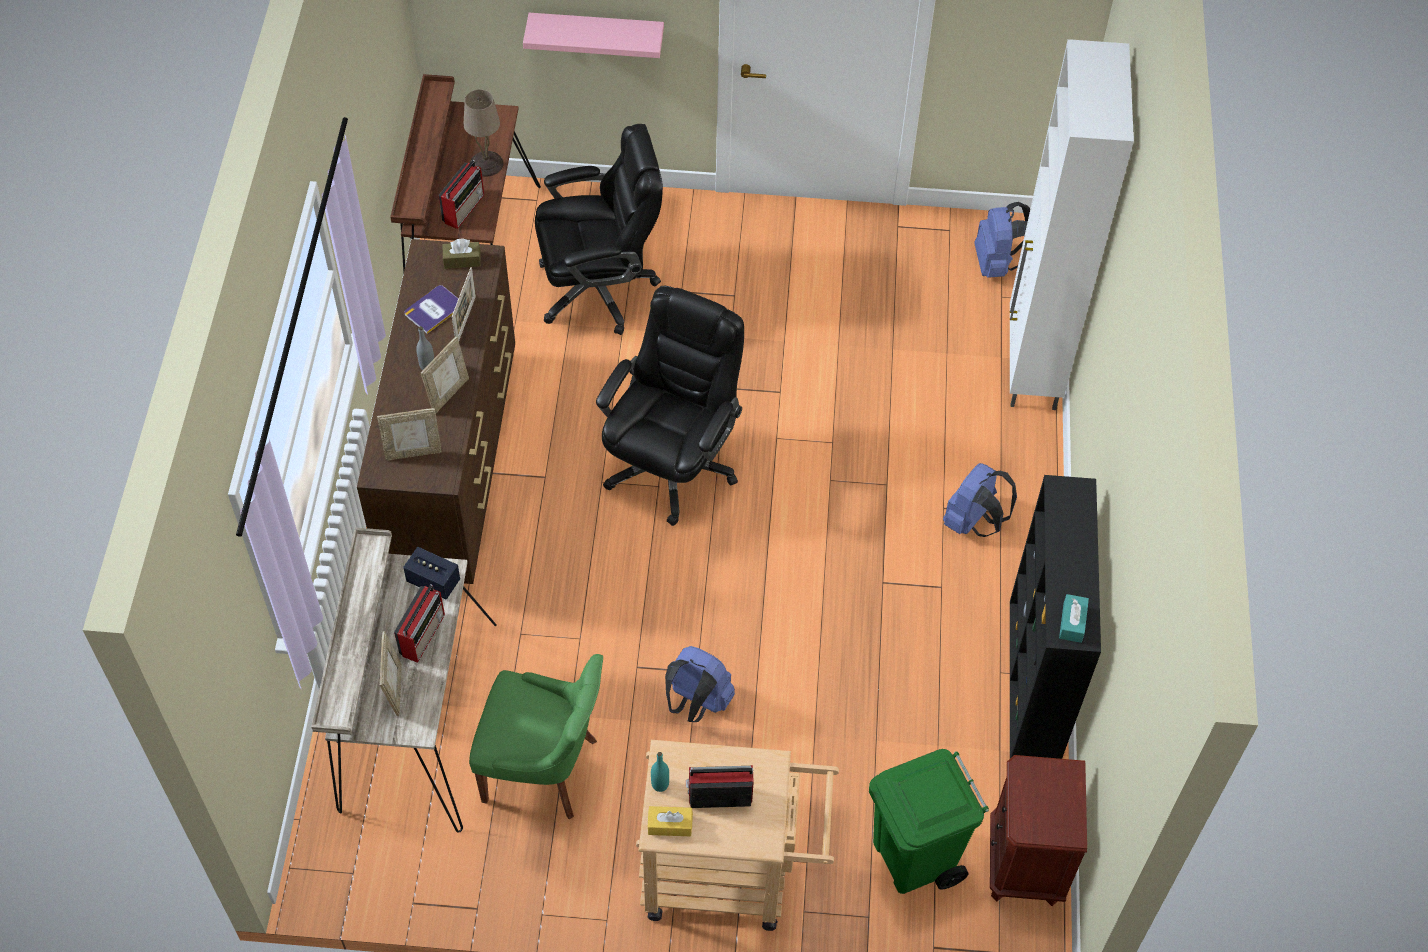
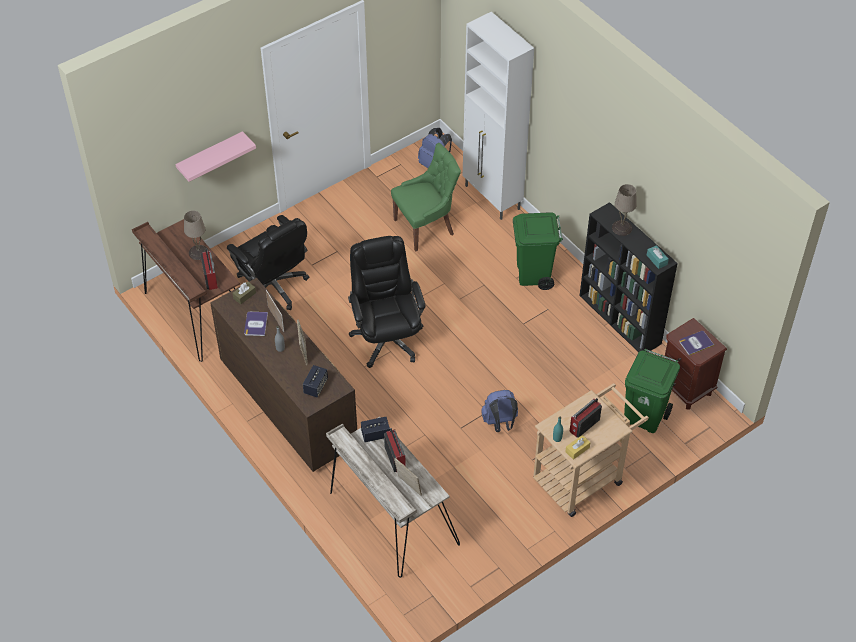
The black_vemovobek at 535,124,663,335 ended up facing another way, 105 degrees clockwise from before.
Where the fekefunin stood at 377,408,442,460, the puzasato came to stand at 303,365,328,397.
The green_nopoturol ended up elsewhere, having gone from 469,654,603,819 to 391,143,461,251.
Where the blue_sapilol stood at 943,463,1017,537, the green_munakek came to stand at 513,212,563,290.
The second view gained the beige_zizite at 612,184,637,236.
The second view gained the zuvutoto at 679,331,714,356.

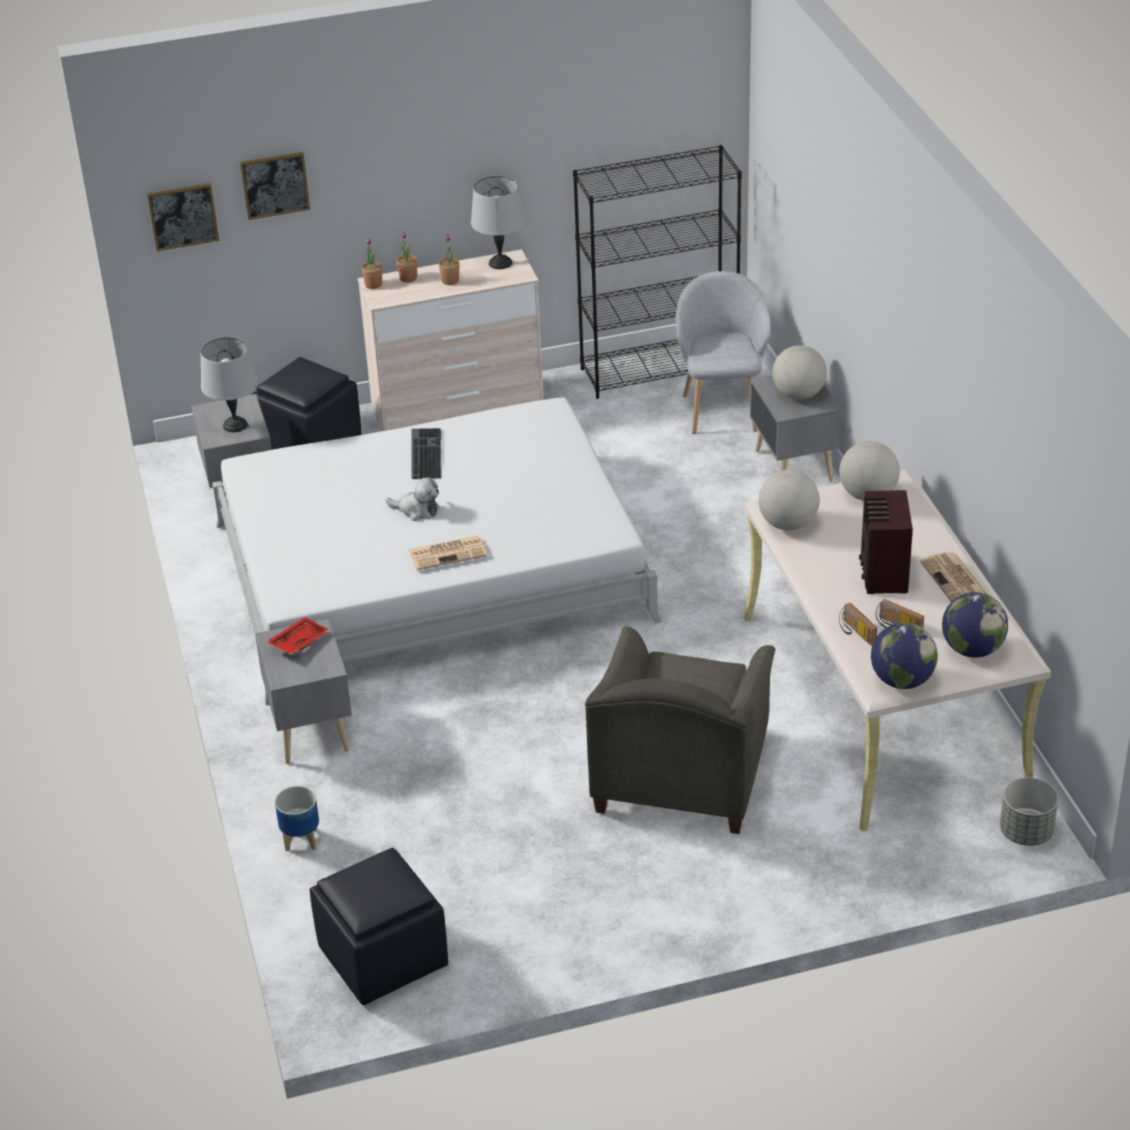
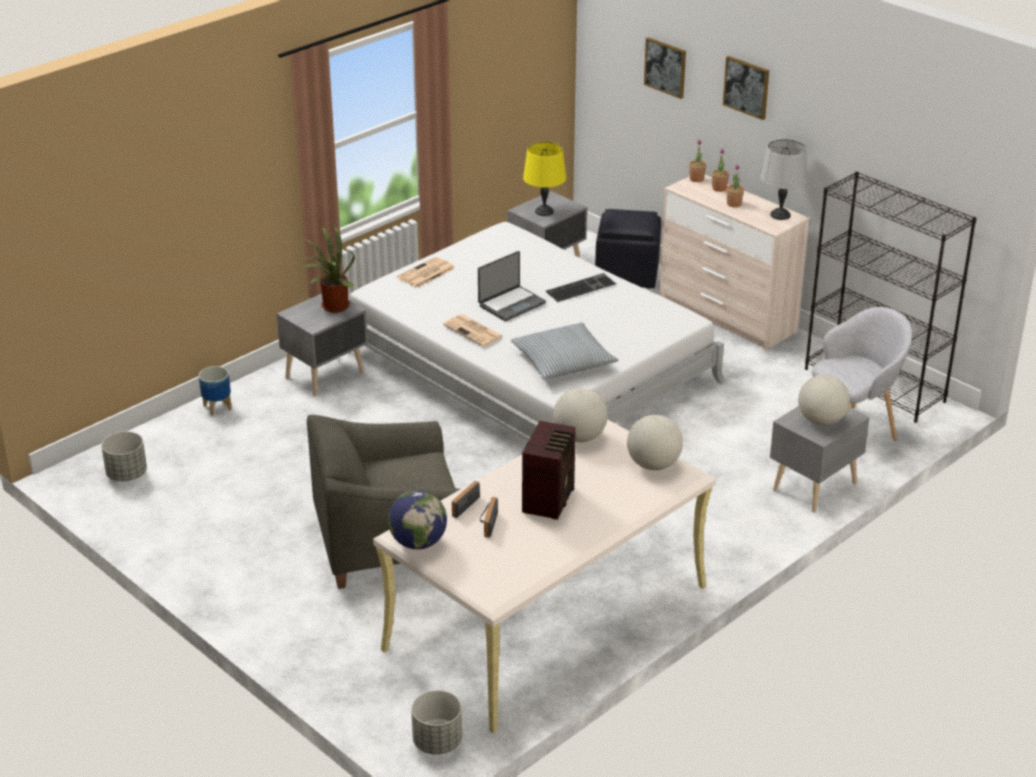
Where the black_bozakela stood at 310,848,448,1005, the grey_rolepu came to stand at 101,431,147,481.
Where the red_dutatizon stood at 266,617,330,654, the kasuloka came to stand at 302,225,355,313.
The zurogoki ended up elsewhere, having gone from 920,552,988,602 to 397,257,455,288.
Where the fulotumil stood at 386,477,439,521, the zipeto came to stand at 478,251,546,321.
The second view gained the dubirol at 510,322,619,379.
The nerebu at 859,490,913,594 ended up facing another way, 135 degrees clockwise from before.
What was the grey_zizite at 201,337,258,432 turned into the yellow_zizite at 523,141,566,216.
The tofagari ended up elsewhere, having gone from 147,183,219,251 to 723,56,769,120.
The second view lost the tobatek at 942,592,1008,658.

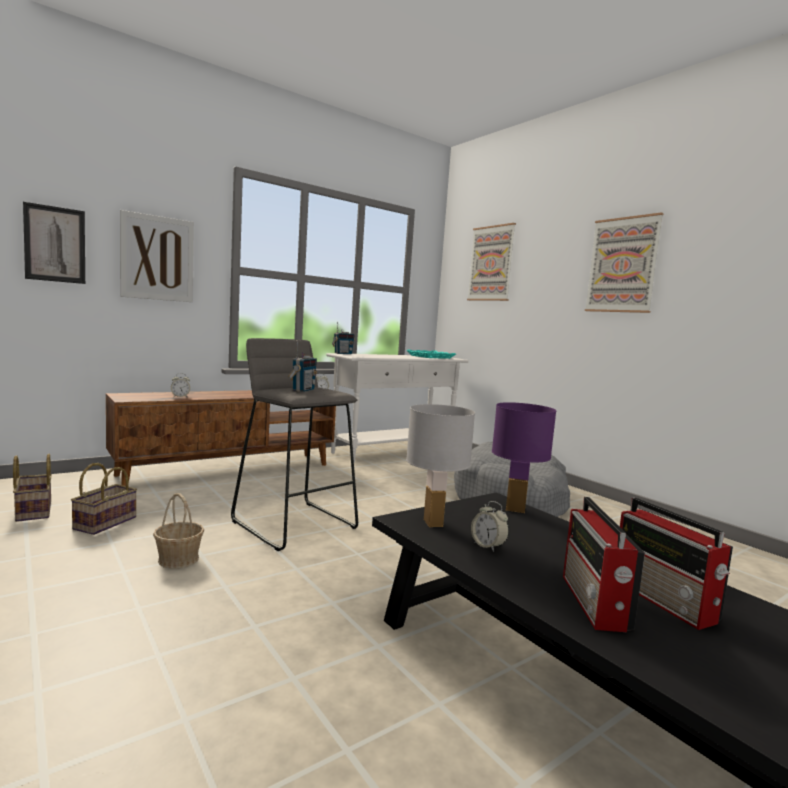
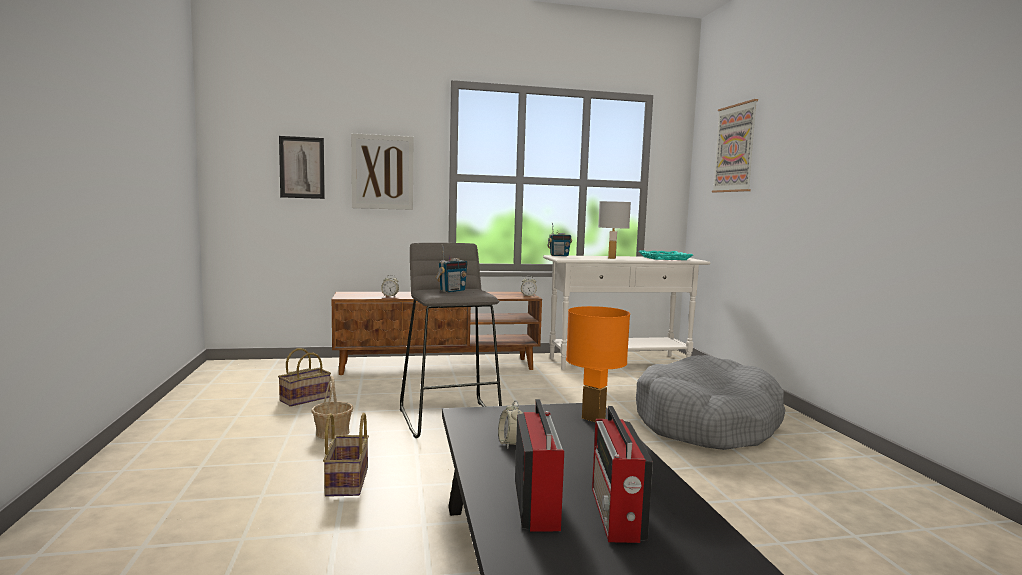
The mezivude ended up elsewhere, having gone from 13,454,52,522 to 323,413,369,497.
The nerebu at 563,497,645,632 ended up facing another way, 150 degrees clockwise from before.
What was the purple_zizite at 492,402,556,513 turned into the orange_zizite at 566,306,630,422.
The white_zizite ended up elsewhere, having gone from 406,404,475,527 to 598,201,631,259.
The second view lost the tofagari at 585,212,664,313.

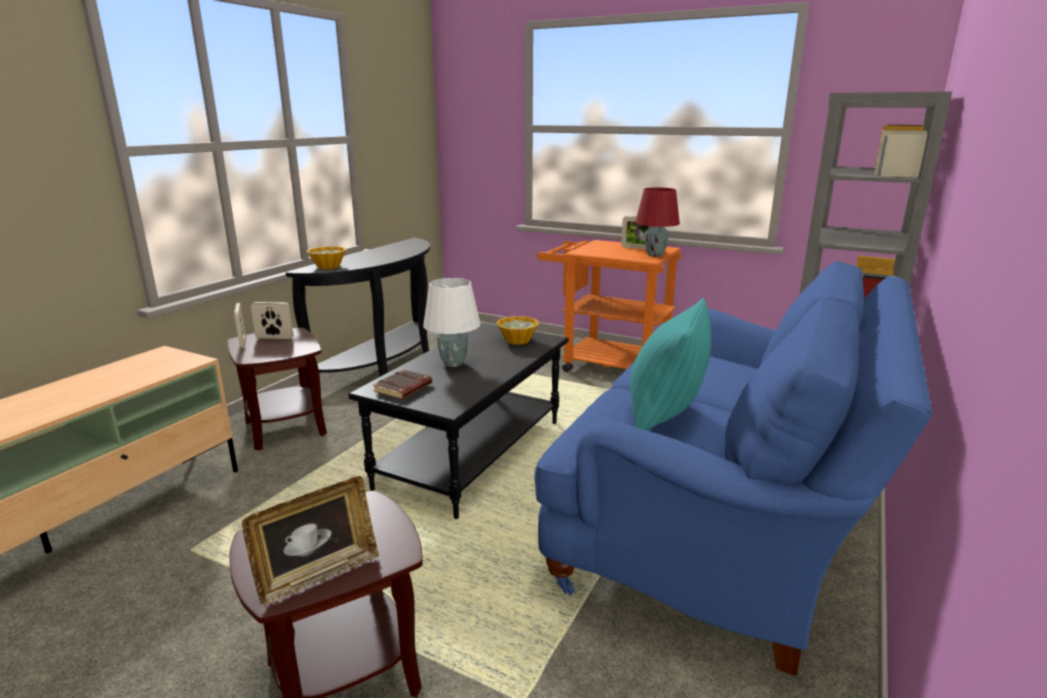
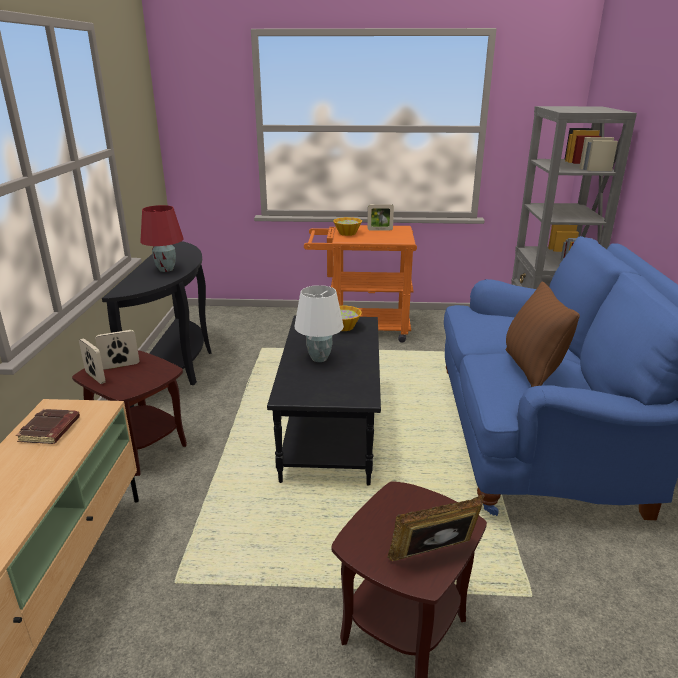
The brown_zuvutoto ended up elsewhere, having gone from 373,370,432,399 to 16,409,80,444.
The red_zizite ended up elsewhere, having gone from 635,188,680,257 to 140,205,184,272.
The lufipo ended up elsewhere, having gone from 307,246,346,269 to 333,217,362,236.
The fekefunin at 242,476,379,605 ended up facing another way, 135 degrees counterclockwise from before.
What was the turquoise_dubirol at 630,299,711,431 turned into the brown_dubirol at 506,281,580,387.

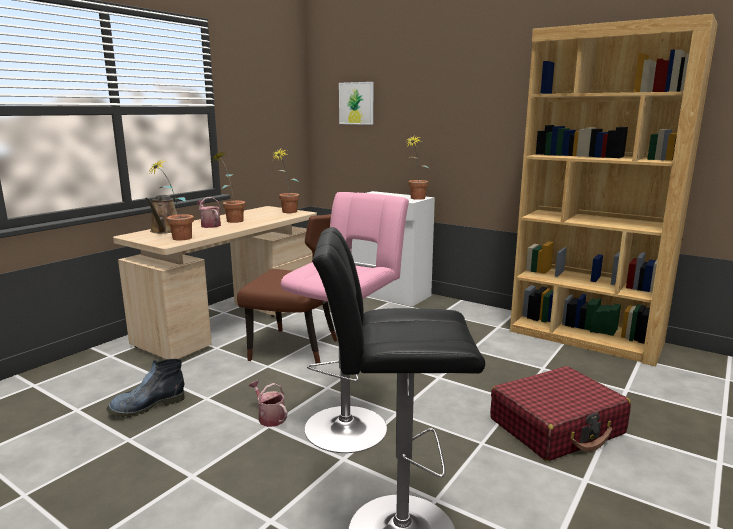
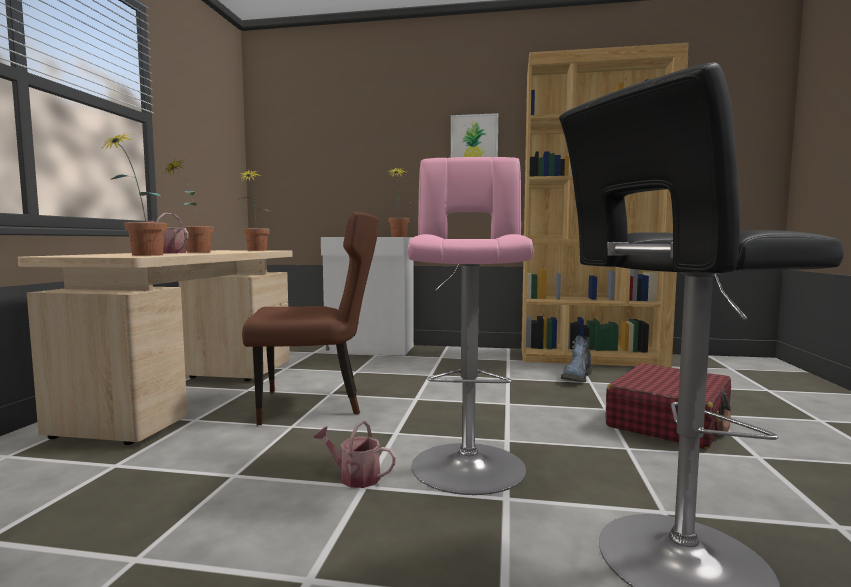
The tofagari ended up elsewhere, having gone from 339,82,373,125 to 451,113,498,158.
The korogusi ended up elsewhere, having gone from 106,359,185,417 to 561,336,591,383.
The second view lost the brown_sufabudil at 145,195,178,234.

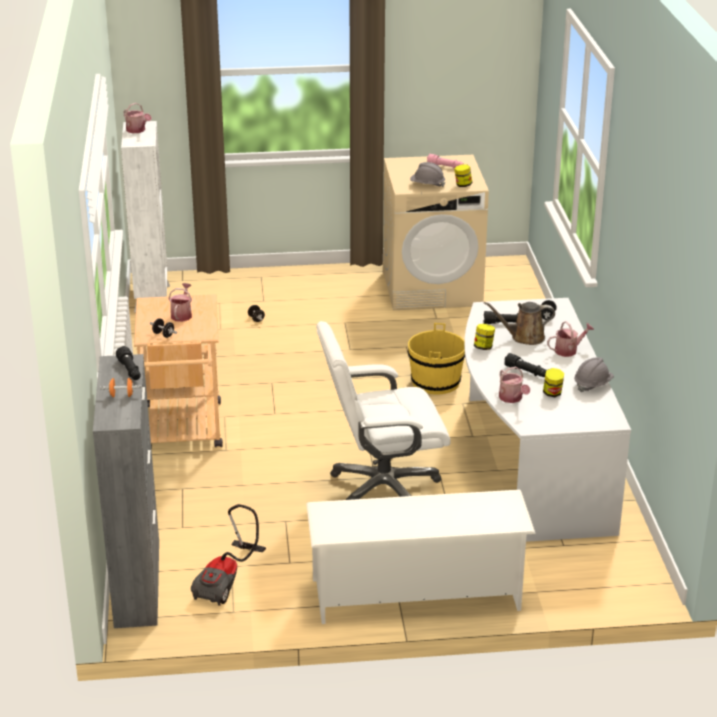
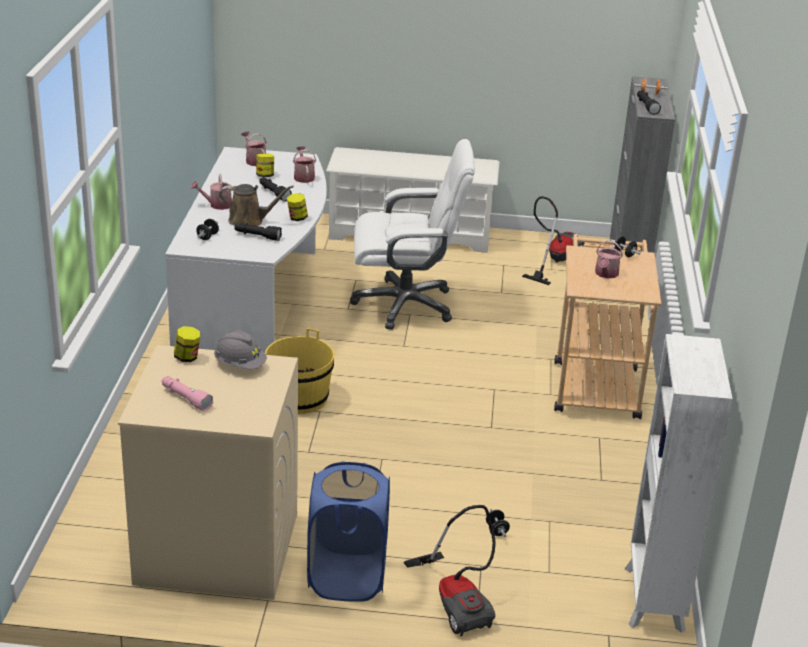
The sufabudil ended up elsewhere, having gone from 123,103,152,133 to 241,131,267,166.
The second view gained the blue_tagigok at 307,461,390,602.
The second view gained the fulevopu at 404,505,496,636.
The second view lost the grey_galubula at 574,357,614,392.

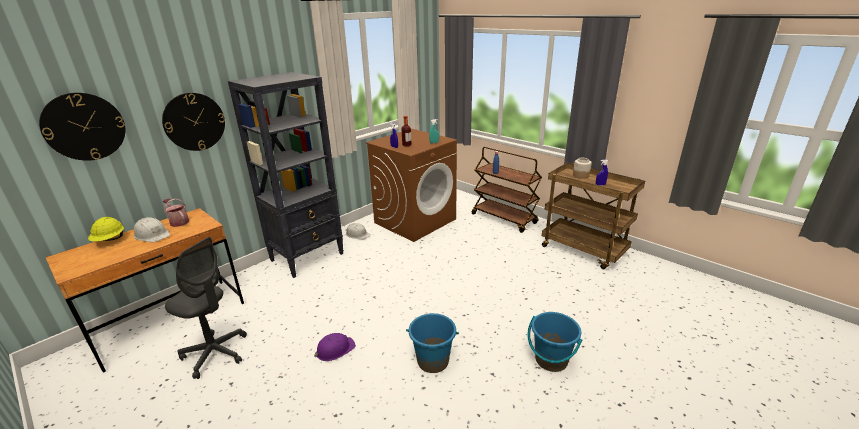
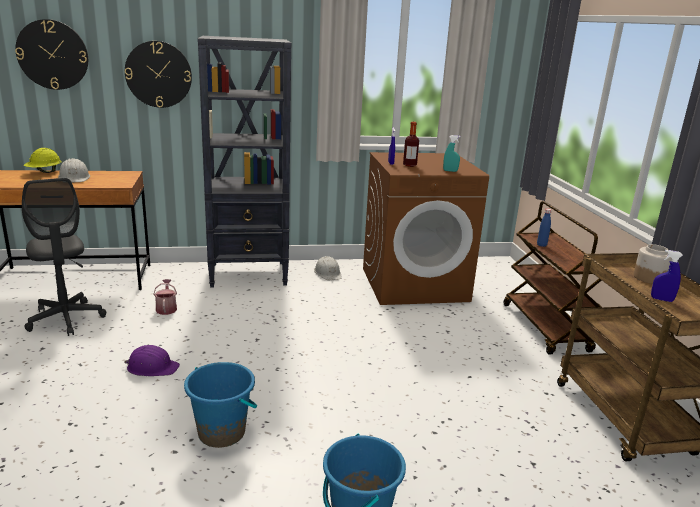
The sufabudil ended up elsewhere, having gone from 162,198,189,227 to 153,279,177,315.

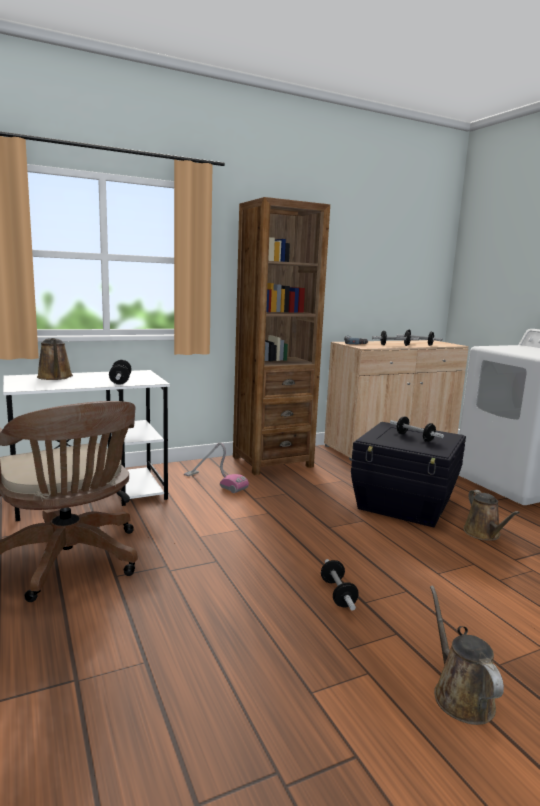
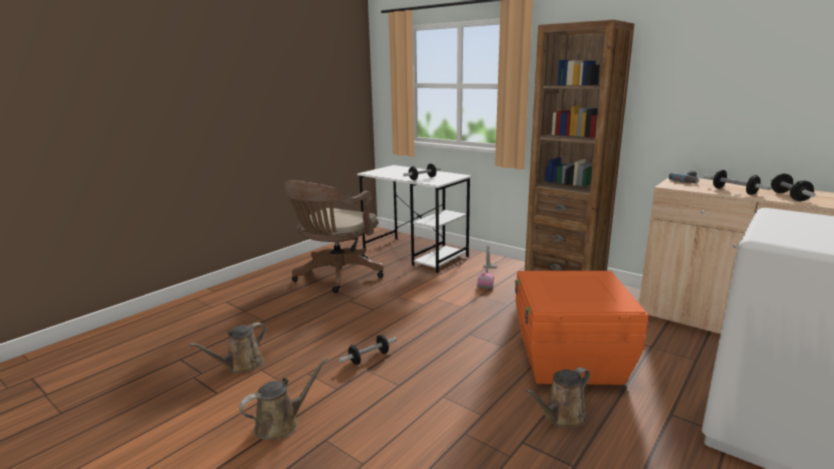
The brown_sufabudil ended up elsewhere, having gone from 37,338,73,380 to 190,322,266,373.
What was the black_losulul at 351,422,466,527 turned into the orange_losulul at 515,271,649,385.
The second view lost the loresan at 390,416,444,442.

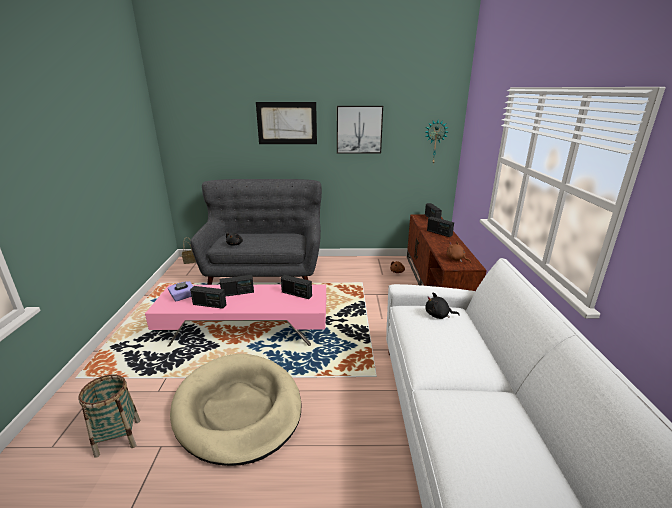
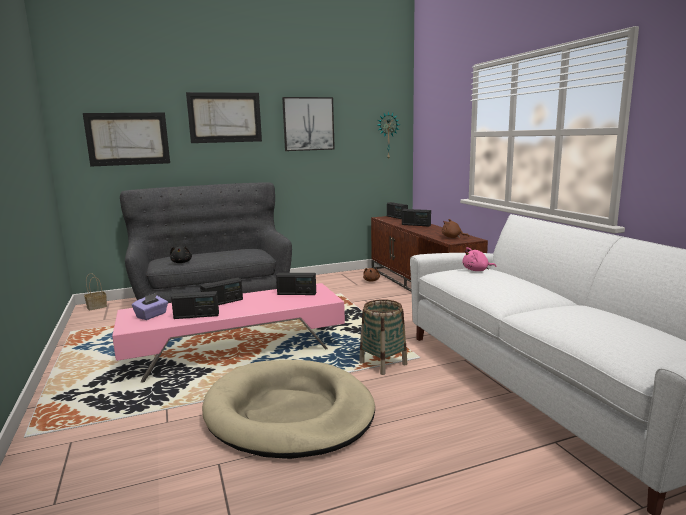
The second view gained the tofagari at 83,113,170,167.
The mezivude ended up elsewhere, having gone from 78,374,141,458 to 359,299,407,375.
What was the black_fulotumil at 425,293,460,319 turned into the pink_fulotumil at 462,247,496,271.

